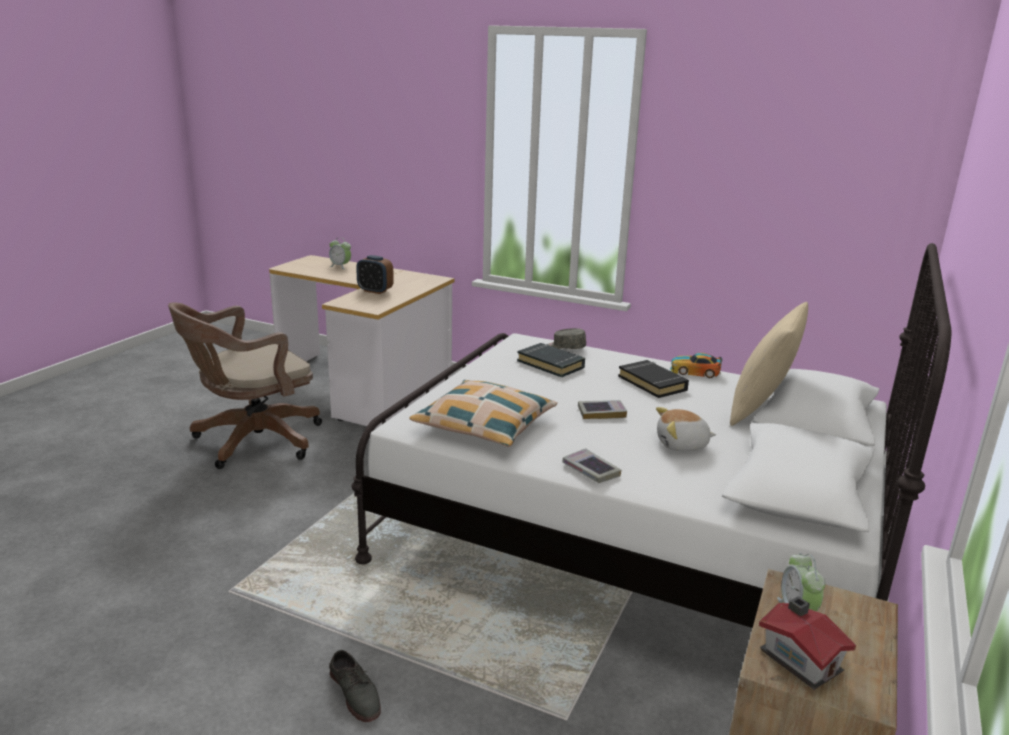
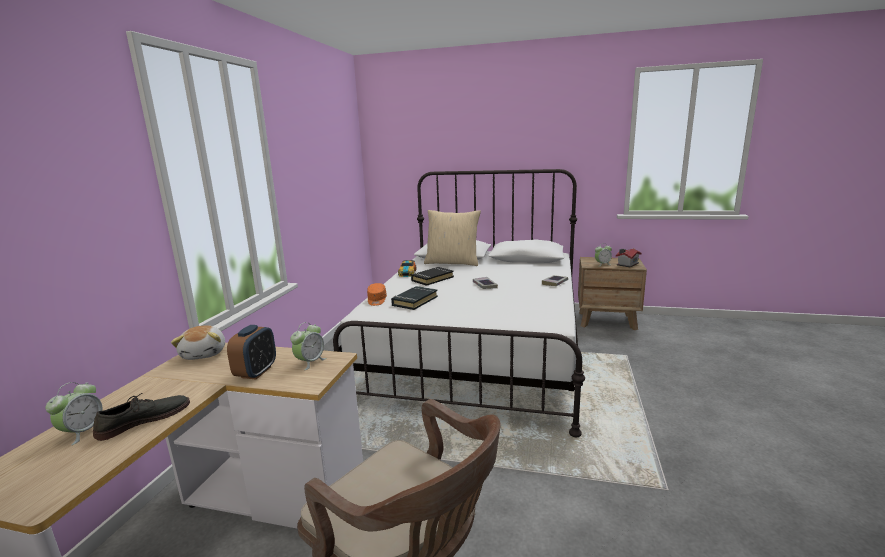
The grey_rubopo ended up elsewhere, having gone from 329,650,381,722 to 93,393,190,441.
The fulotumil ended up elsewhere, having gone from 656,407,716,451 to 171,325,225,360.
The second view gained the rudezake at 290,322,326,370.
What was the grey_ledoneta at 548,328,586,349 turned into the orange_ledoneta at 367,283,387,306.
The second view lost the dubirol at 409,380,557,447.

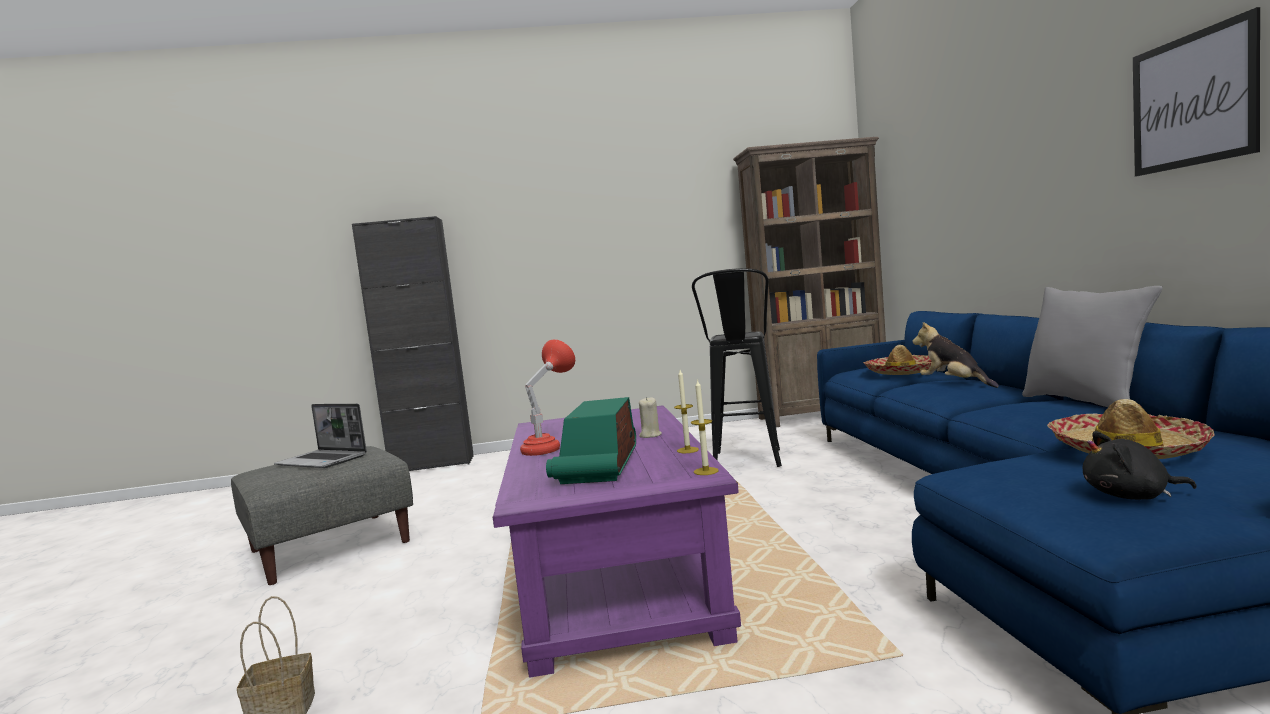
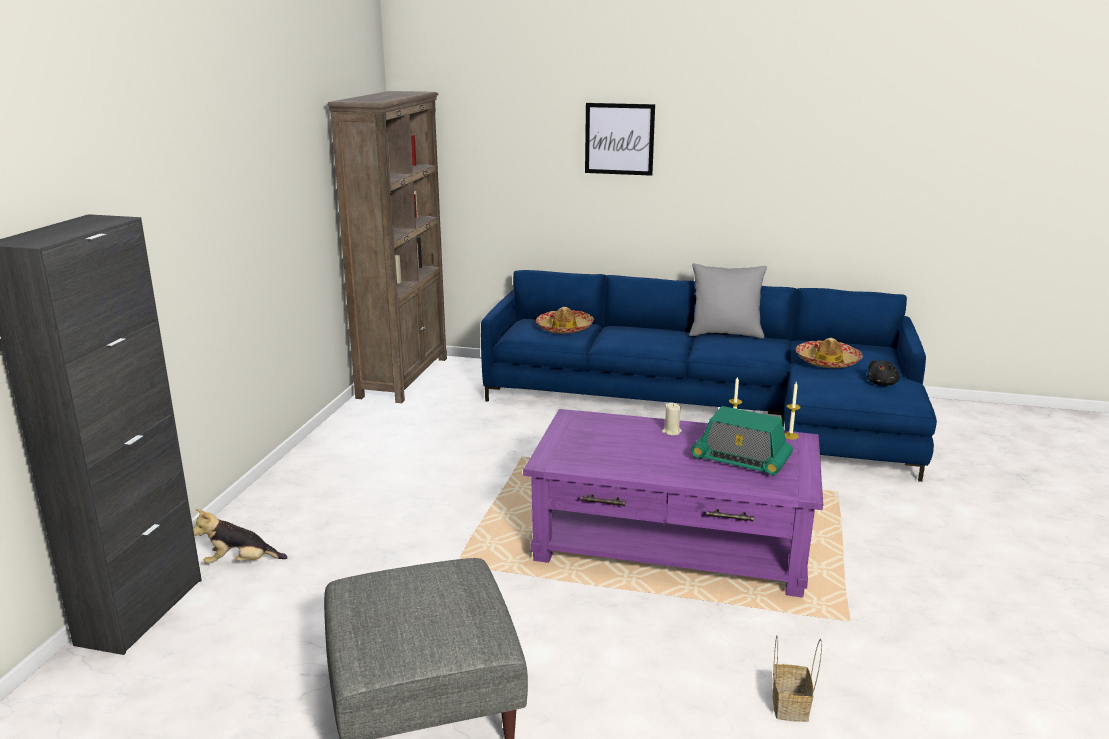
The fulotumil ended up elsewhere, having gone from 913,322,999,388 to 193,509,288,564.
The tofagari ended up elsewhere, having gone from 1133,7,1260,177 to 585,103,655,176.
The second view lost the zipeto at 274,404,367,468.
The second view lost the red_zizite at 520,339,575,456.
The second view lost the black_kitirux at 692,268,782,467.

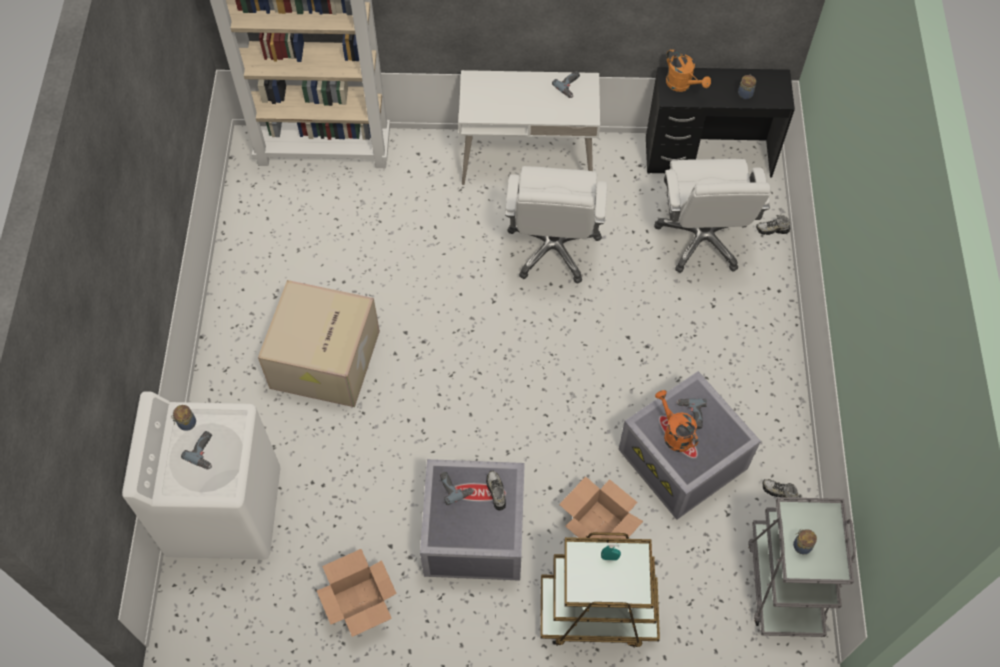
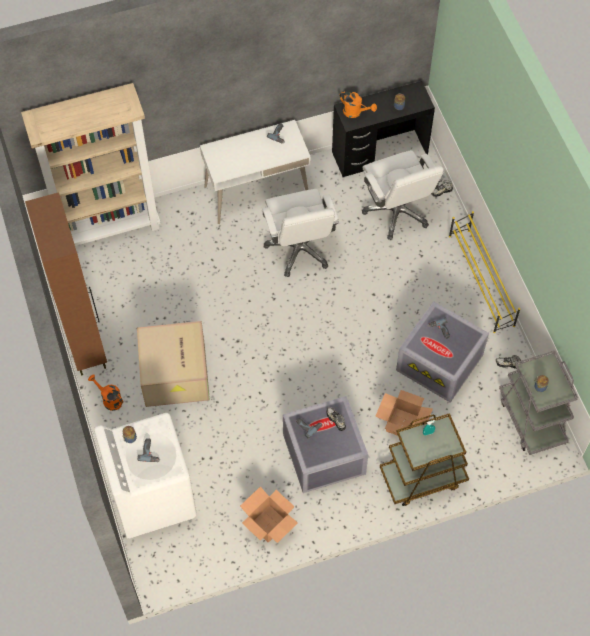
The second view gained the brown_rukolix at 25,192,107,376.
The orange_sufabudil ended up elsewhere, having gone from 655,390,698,452 to 88,374,123,411.
The second view gained the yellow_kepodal at 449,211,520,333.

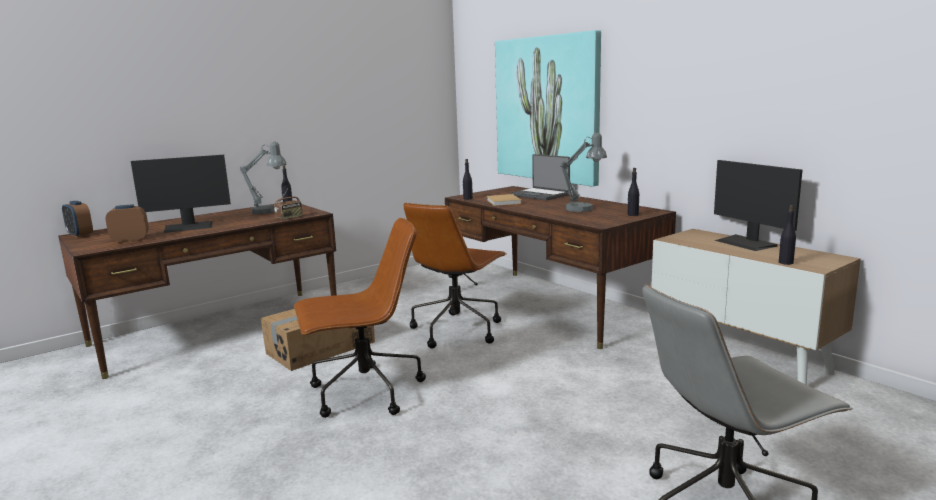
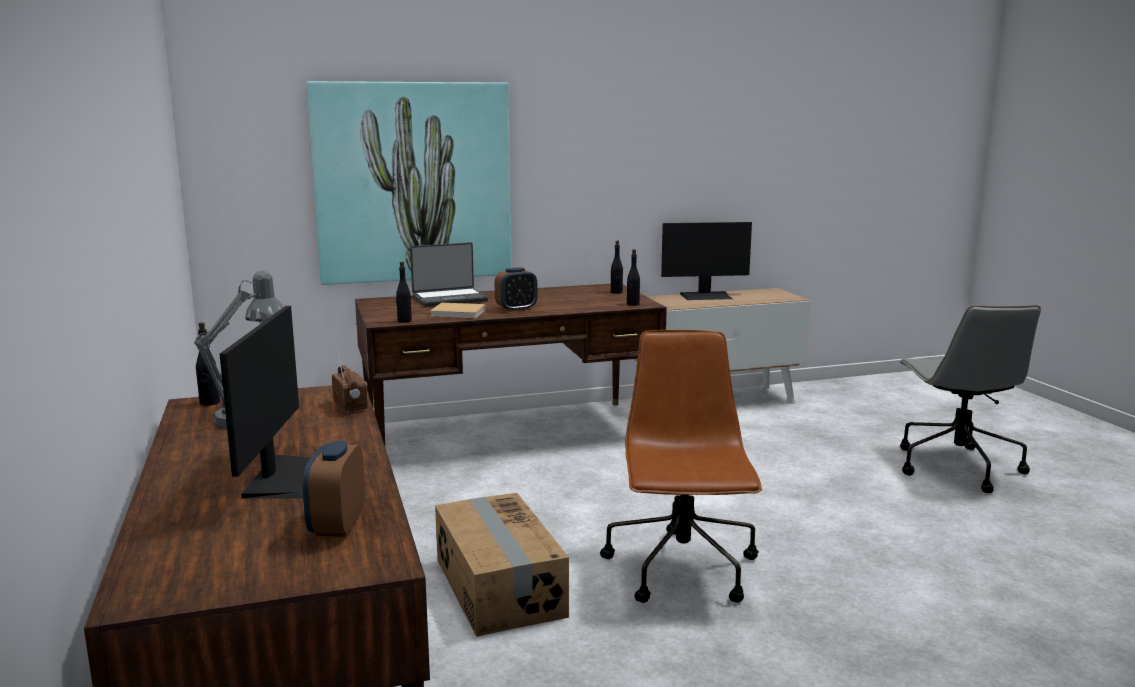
The rudezake ended up elsewhere, having gone from 62,201,93,238 to 495,267,538,312.
The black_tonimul ended up elsewhere, having gone from 779,205,796,265 to 627,249,640,306.
The second view lost the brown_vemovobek at 404,203,506,348.
The second view lost the grey_zizite at 560,133,607,212.

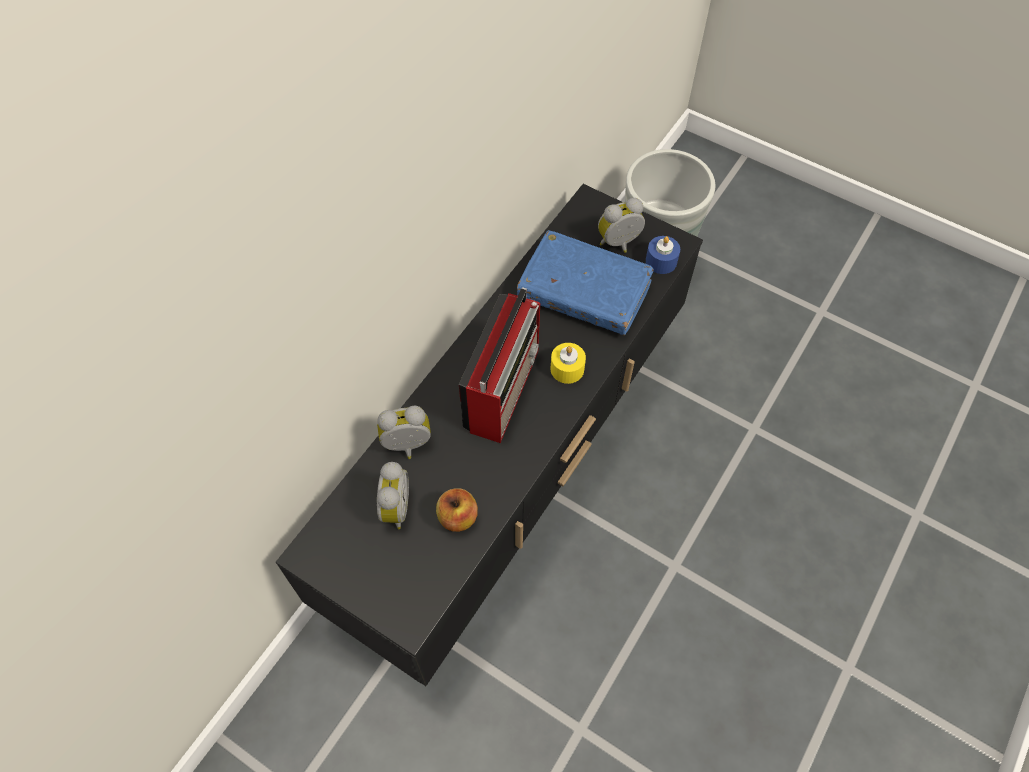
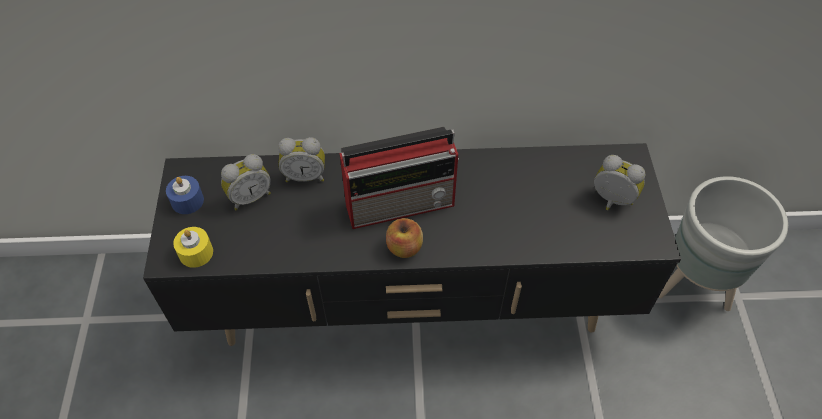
The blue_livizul ended up elsewhere, having gone from 646,236,680,274 to 166,176,204,214.
The yellow_livizul ended up elsewhere, having gone from 551,343,586,384 to 173,227,213,268.
The rudezake at 377,405,431,459 ended up facing another way, 135 degrees clockwise from before.
The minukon ended up elsewhere, having gone from 436,488,478,532 to 386,218,423,258.
The second view lost the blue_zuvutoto at 517,230,654,335.

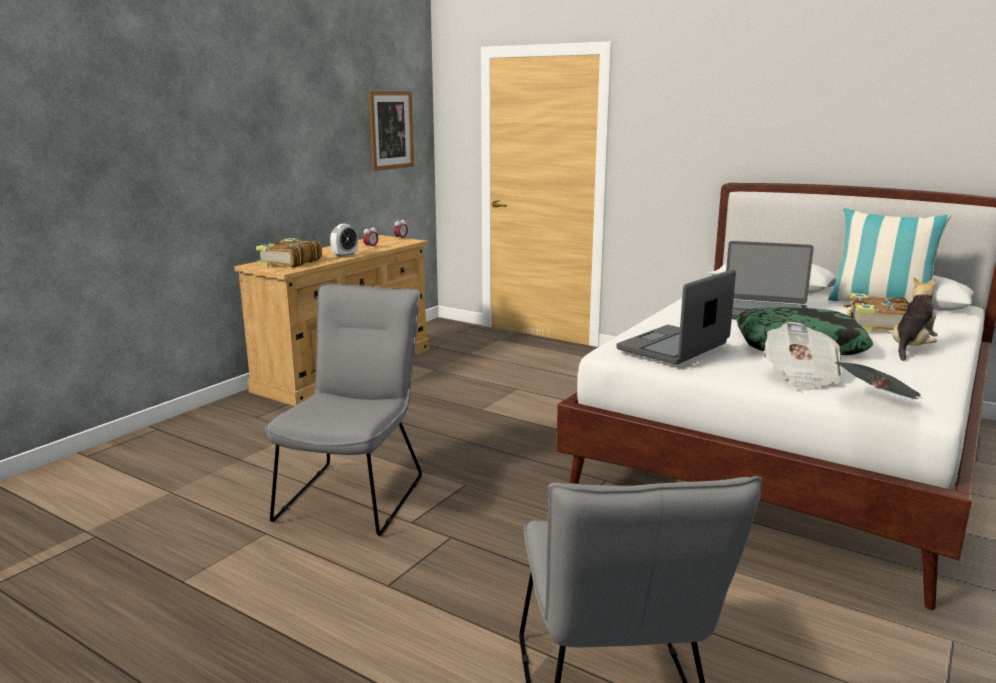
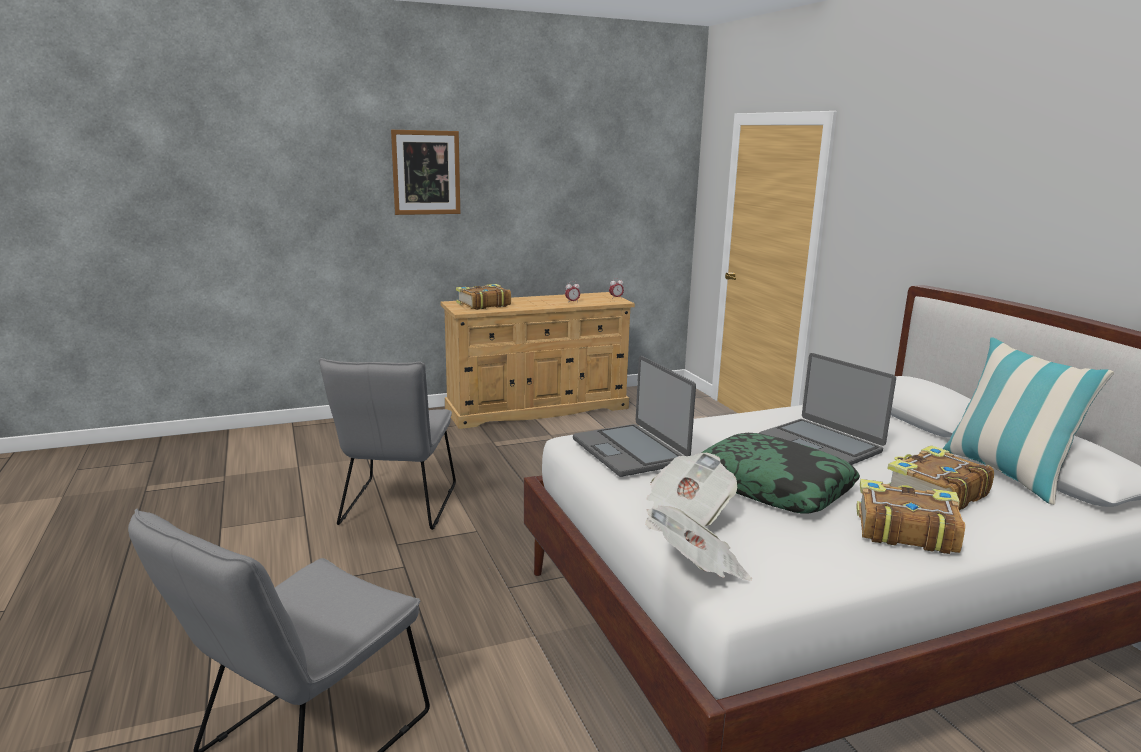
The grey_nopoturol at 265,283,422,536 ended up facing another way, 135 degrees clockwise from before.
The tofagari ended up elsewhere, having gone from 369,91,414,171 to 391,130,460,215.
The zipeto at 616,269,736,365 ended up facing another way, 105 degrees counterclockwise from before.
Where the fulotumil stood at 892,277,938,361, the zuvutoto came to stand at 856,479,965,554.
The second view lost the rudezake at 330,224,358,257.

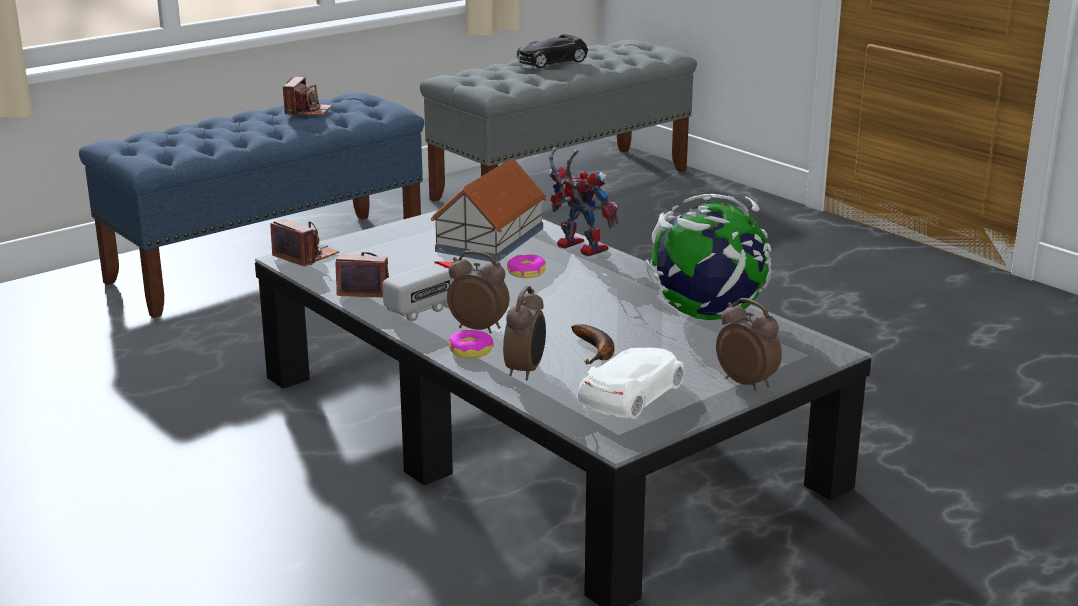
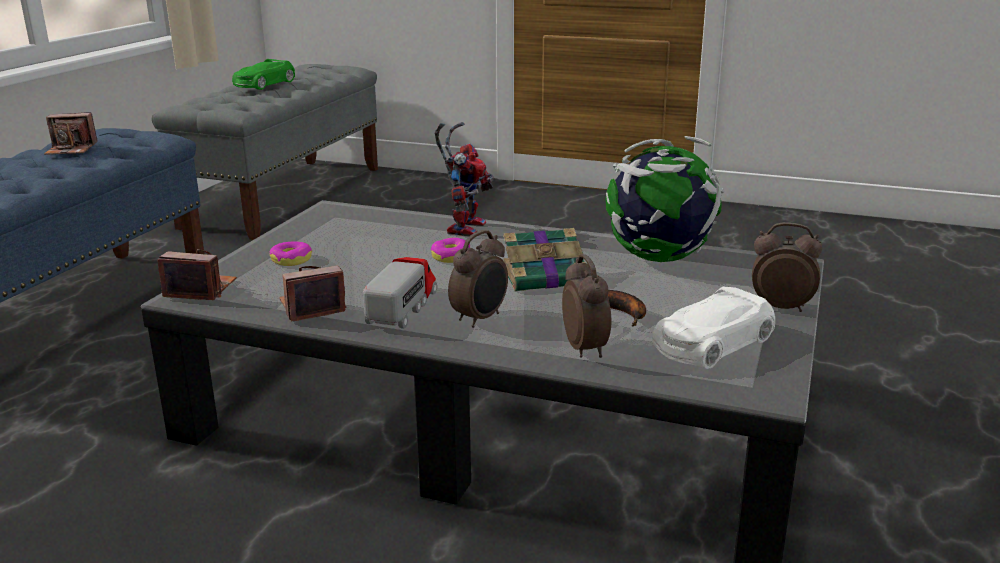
The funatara at 283,77,332,115 ended up facing another way, 105 degrees clockwise from before.
What was the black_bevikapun at 517,34,588,68 turned into the green_bevikapun at 232,59,295,90.
The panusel ended up elsewhere, having gone from 448,330,494,358 to 270,241,312,266.
The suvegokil at 549,147,619,256 ended up facing another way, 90 degrees clockwise from before.
The rudezake at 447,250,510,333 ended up facing another way, 135 degrees clockwise from before.
The second view gained the zuvutoto at 503,228,598,291.
The white_bevikapun at 578,348,685,419 ended up facing another way, 135 degrees counterclockwise from before.
The second view lost the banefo at 431,157,547,263.

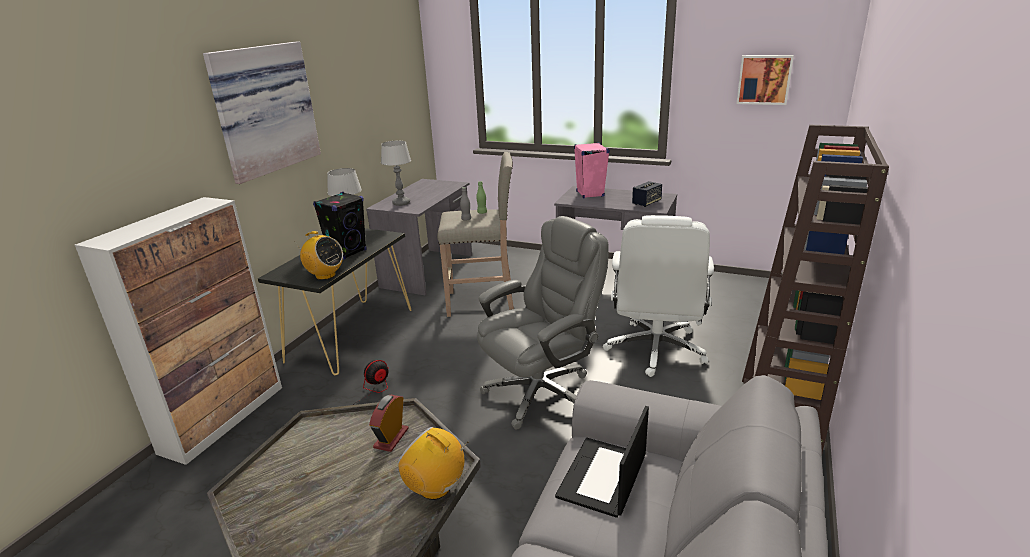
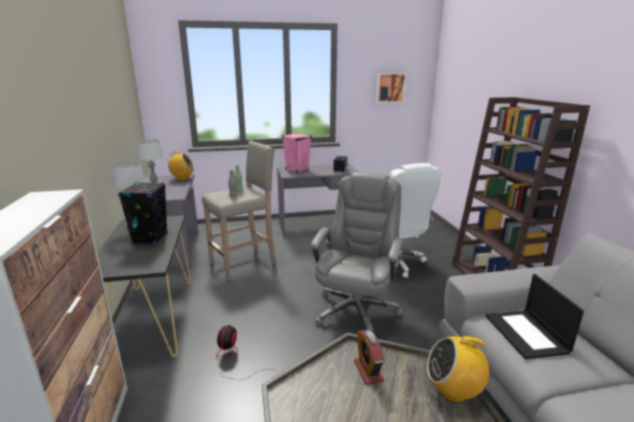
The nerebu ended up elsewhere, having gone from 294,231,343,280 to 165,151,194,180.
The second view lost the tofagari at 203,41,321,184.

